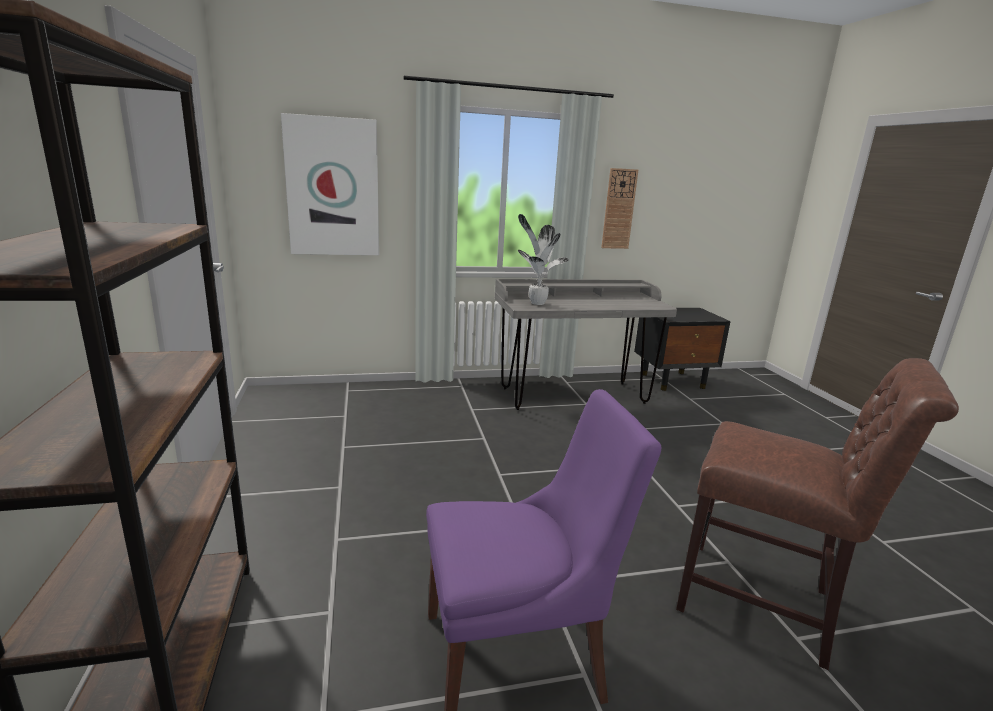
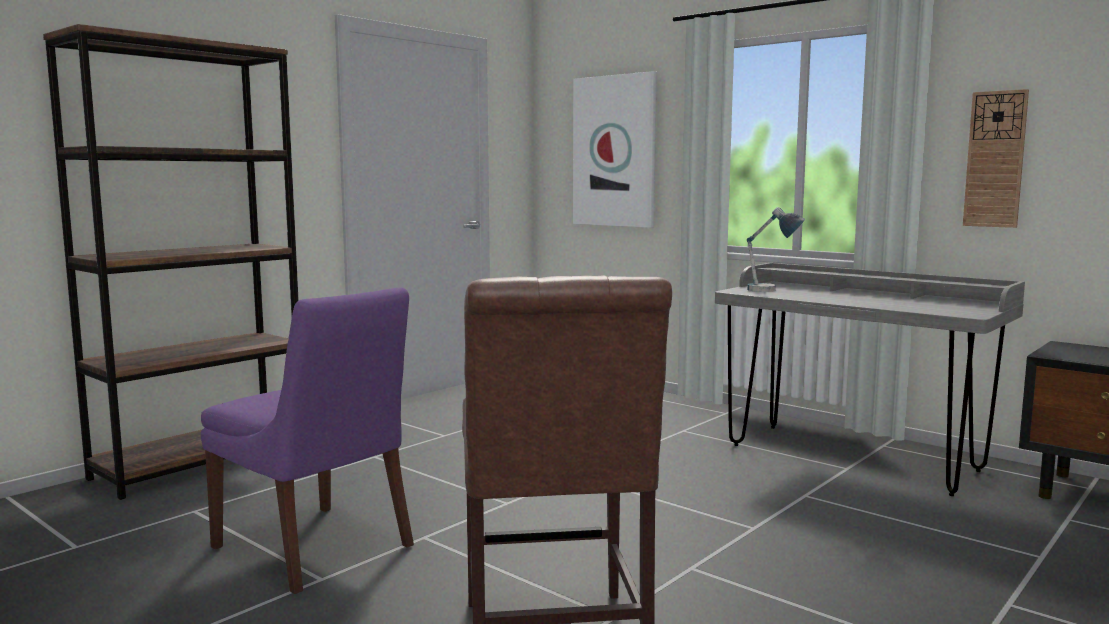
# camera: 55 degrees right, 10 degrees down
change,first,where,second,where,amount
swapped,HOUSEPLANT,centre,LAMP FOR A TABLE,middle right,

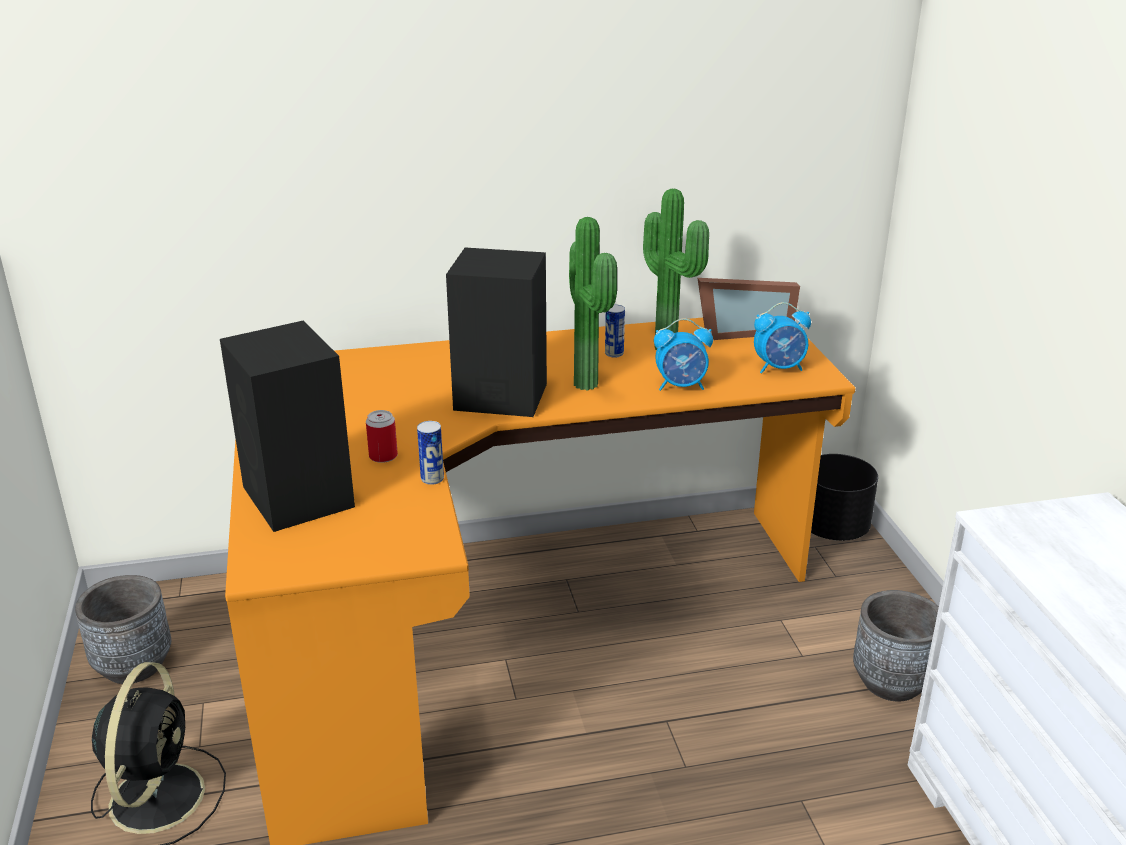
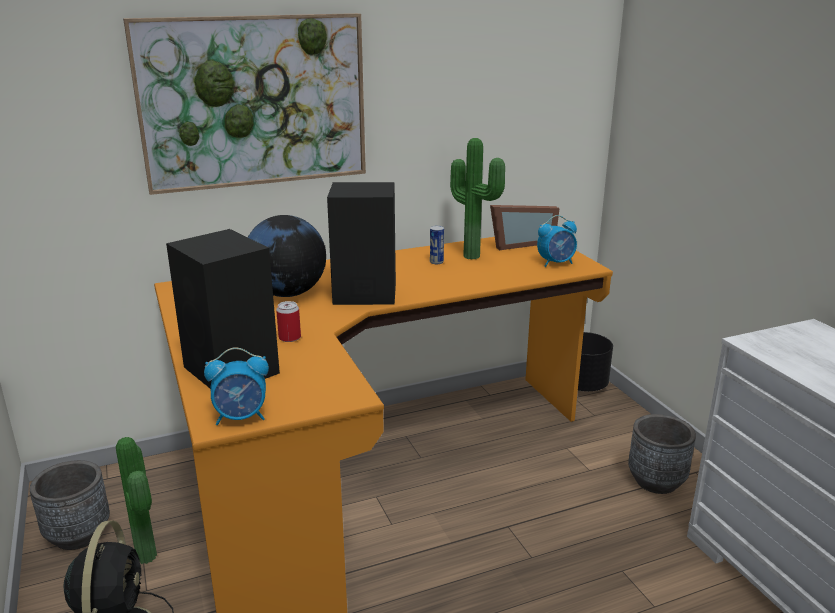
# camera: 10 degrees left, 5 degrees down
change,first,where,second,where,amount
shifted,HOUSEPLANT (no. 1 from left),centre,,bottom left,
shifted,ALARM CLOCK (no. 1 from left),centre,,middle left,
gone,CAN (no. 2 from left),centre,,,
new,,,WALL PICTURE,top left,
new,,,DESK GLOBE,centre,

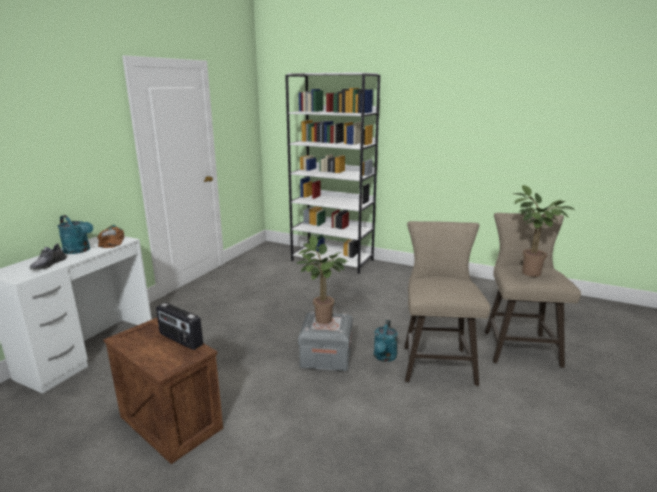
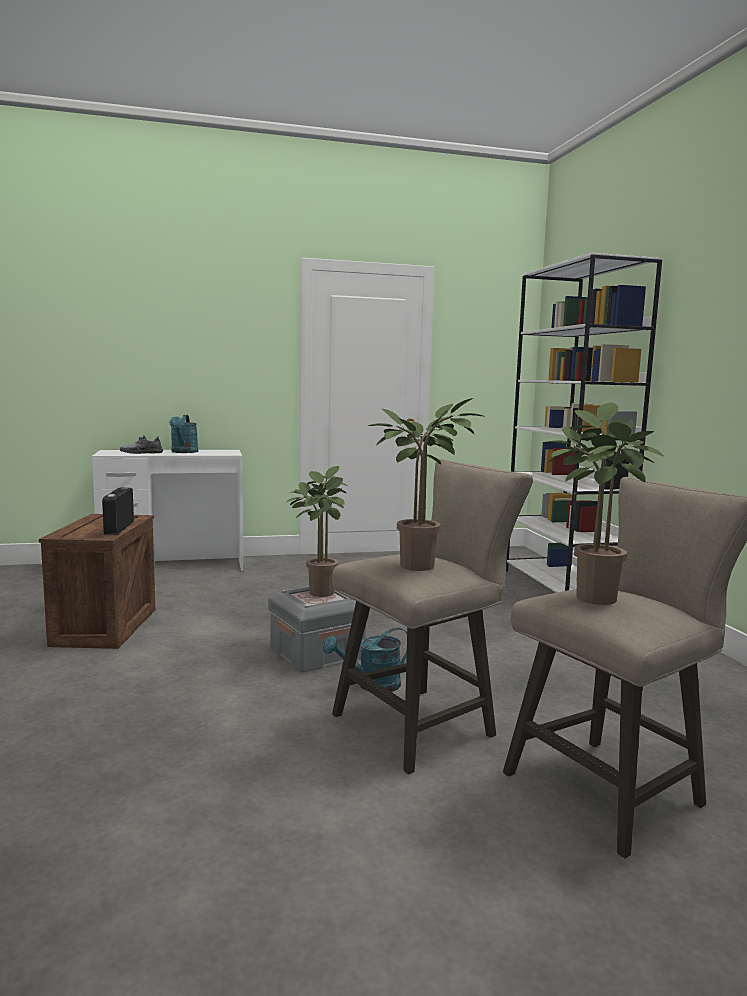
# camera: 50 degrees right, 10 degrees down
change,first,where,second,where,amount
gone,BROWN-COLOURED BASEBALL CAP,middle left,,,
new,,,HOUSEPLANT (no. 2 from left),centre,

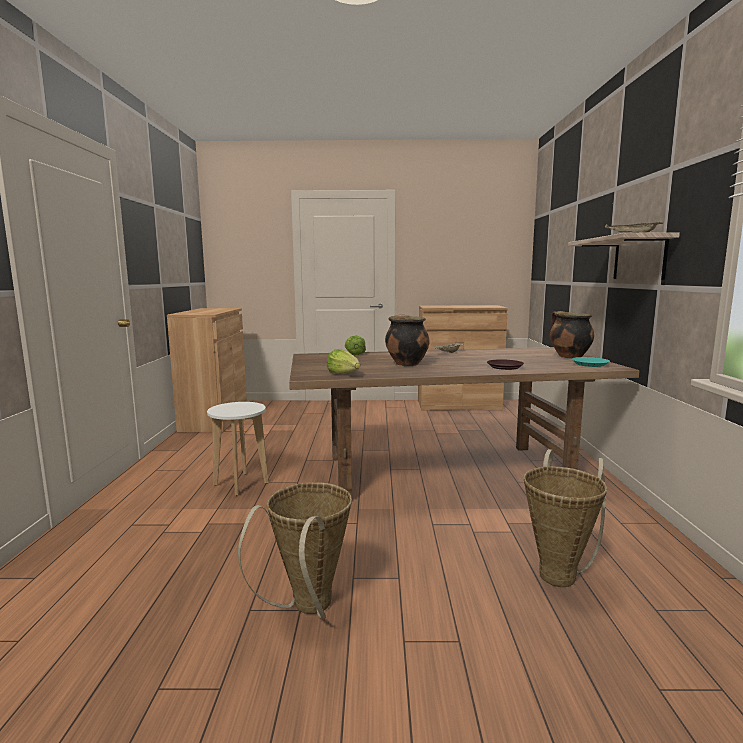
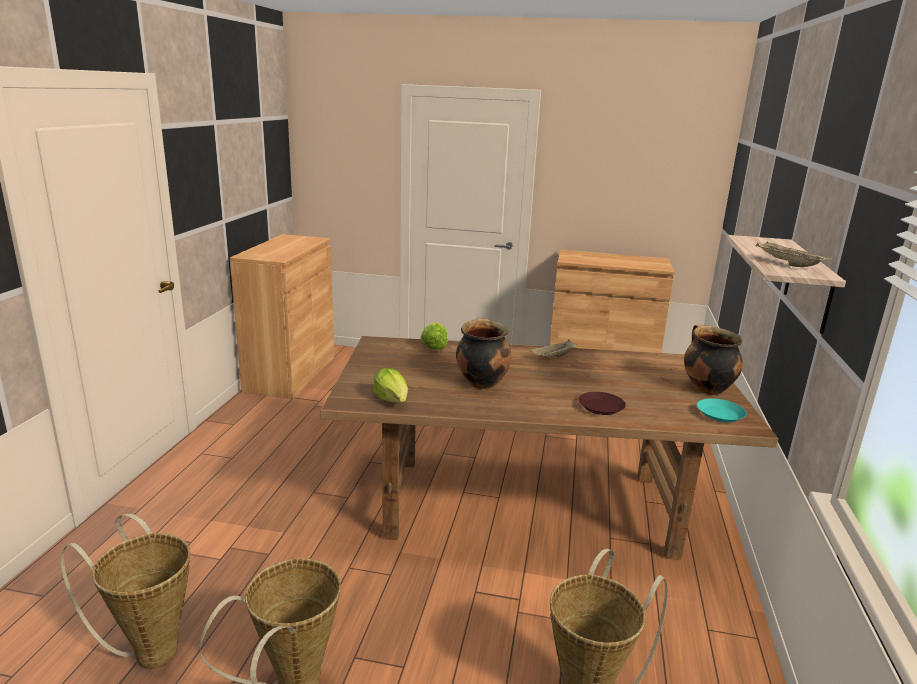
# camera: 10 degrees right, 10 degrees up
change,first,where,second,where,amount
gone,WHITE-COLOURED STOOL SEAT,middle left,,,
new,,,STORAGE BASKET (no. 1 from left),bottom left,

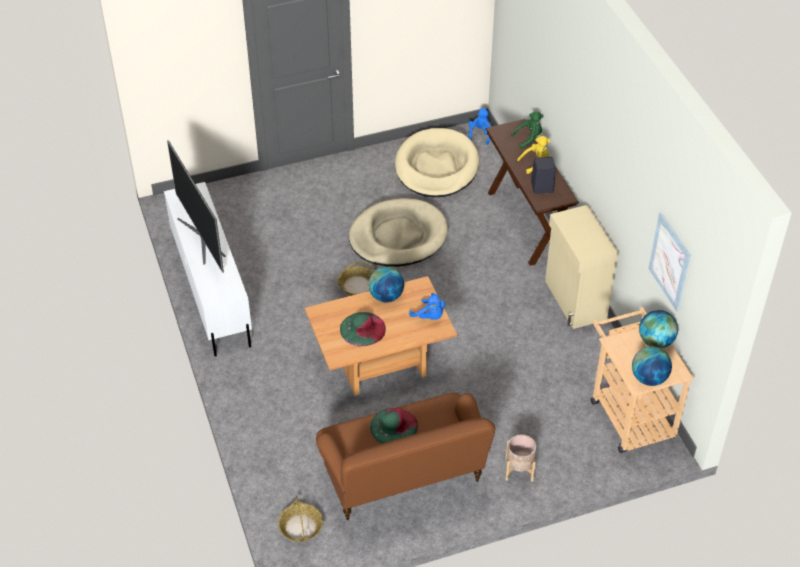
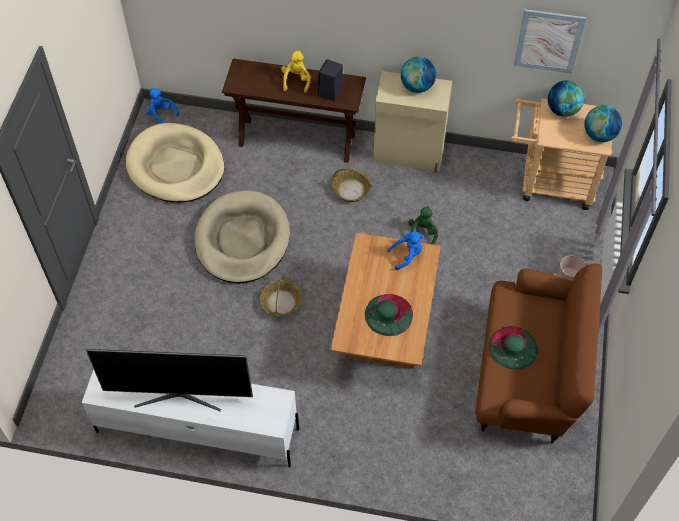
# camera: 60 degrees left, 10 degrees up
change,first,where,second,where,amount
shifted,GREEN-COLOURED PLUSH TOY,top centre,,centre,
shifted,DESK GLOBE (no. 1 from left),centre,,top centre,
shifted,STORAGE BASKET (no. 1 from left in the first image),bottom centre,STORAGE BASKET (no. 2 from left),centre,

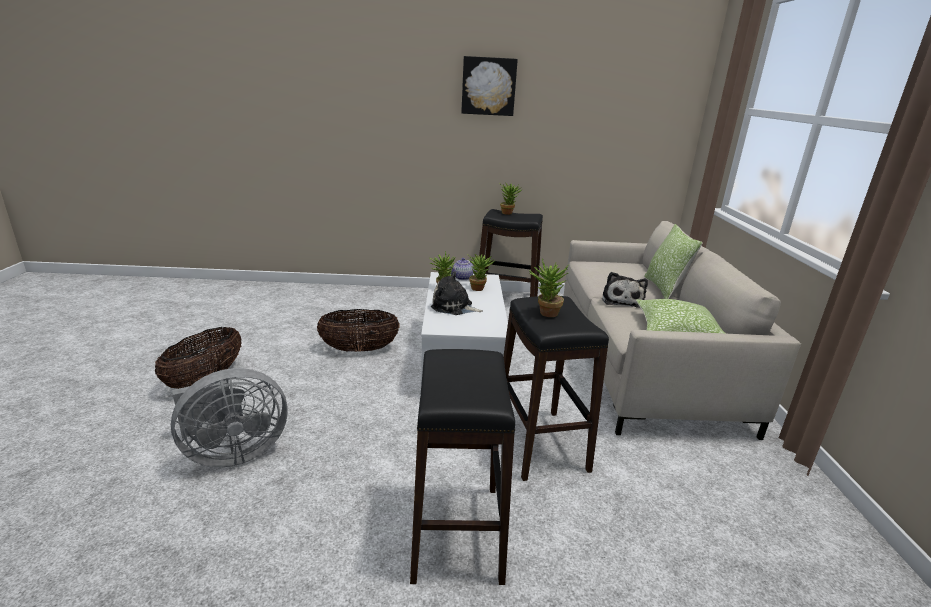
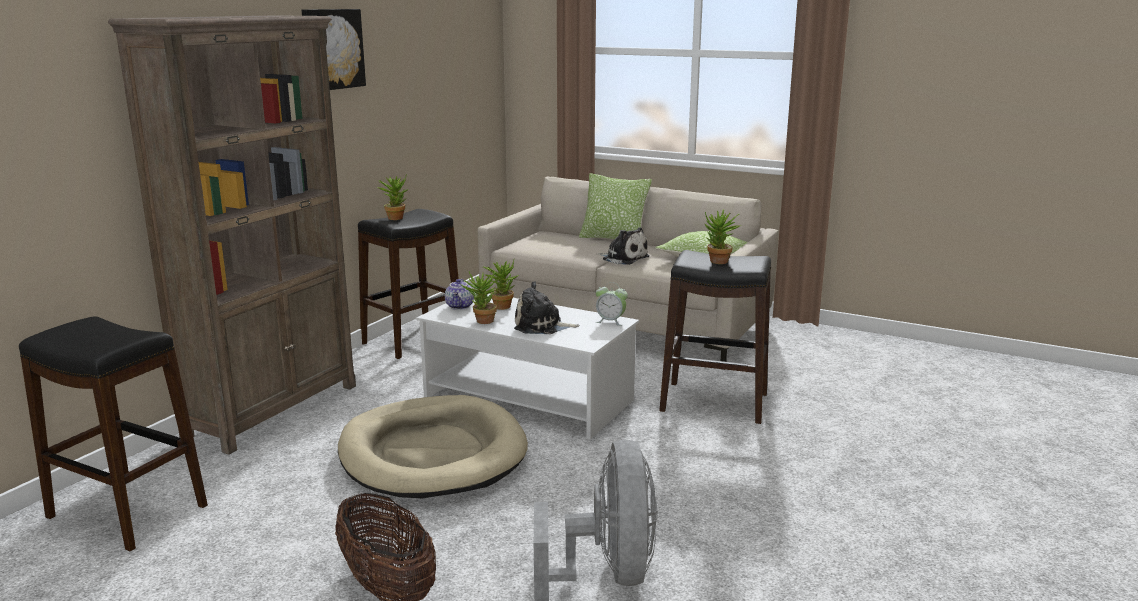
# camera: 60 degrees left, 5 degrees down
change,first,where,second,where,amount
rotated,PLUSH TOY (no. 1 from left),centre,,centre,45 degrees clockwise
swapped,STORAGE BASKET (no. 2 from left),centre,SAND-COLOURED PET BED,bottom centre,
shifted,BLACK STOOL SEAT (no. 1 from left),bottom centre,,bottom left,
new,,,BROWN-COLOURED BOOKCASE,middle left,
new,,,ALARM CLOCK,centre,

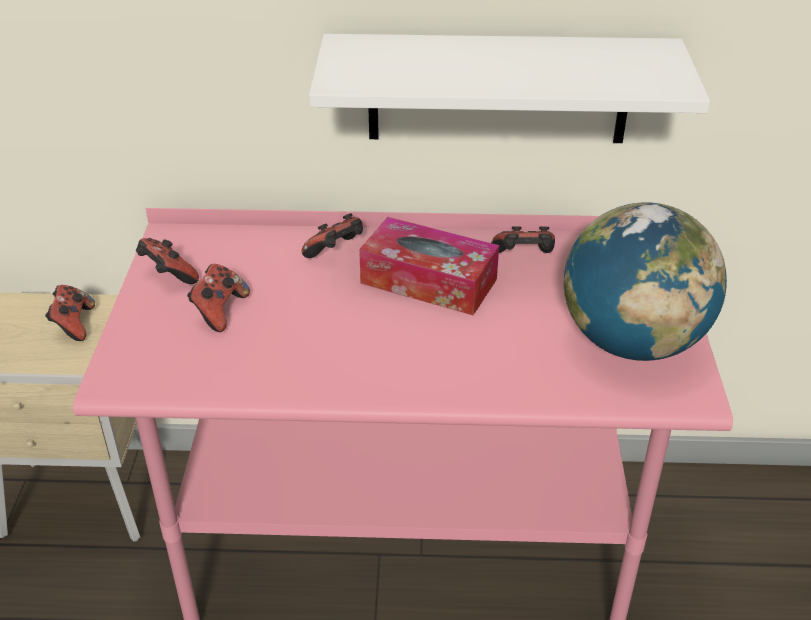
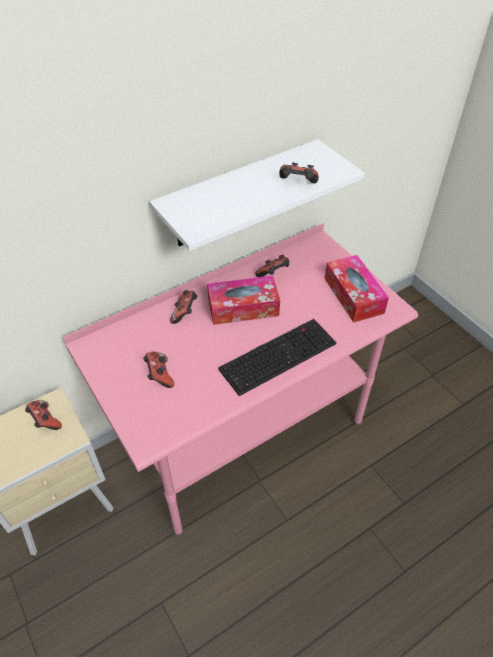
# camera: 35 degrees left, 10 degrees up
change,first,where,second,where,amount
swapped,DESK GLOBE,middle right,TISSUE BOX (no. 2 from left),middle right,
shifted,JOYPAD (no. 2 from left in the first image),middle left,JOYPAD (no. 5 from left),top centre,
new,,,KEYBOARD,centre,

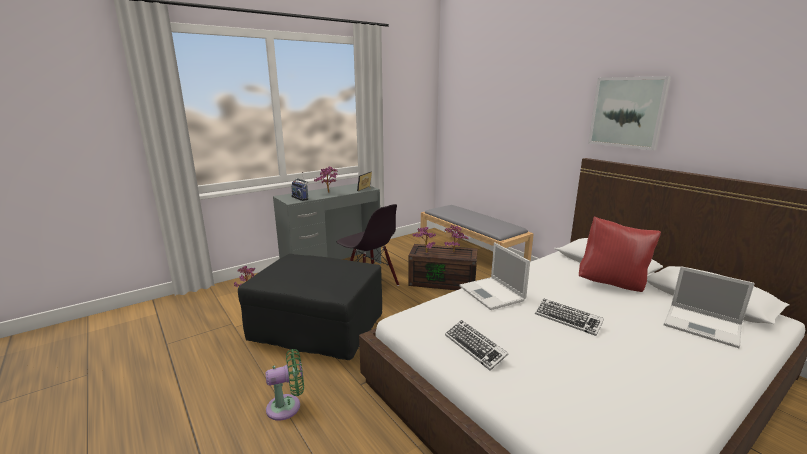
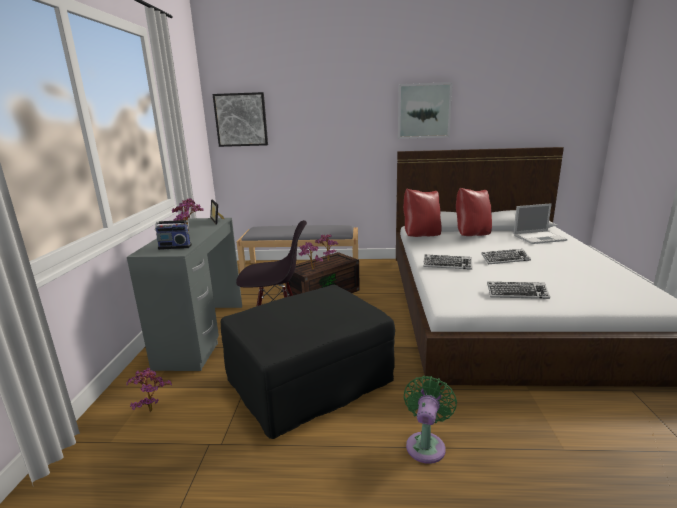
# camera: 50 degrees left, 0 degrees up
change,first,where,second,where,amount
swapped,LAPTOP (no. 1 from left),centre,KEYBOARD (no. 1 from left),centre,
new,,,WALL PICTURE (no. 1 from left),top centre,
new,,,RED-COLOURED PILLOW (no. 1 from left),centre,

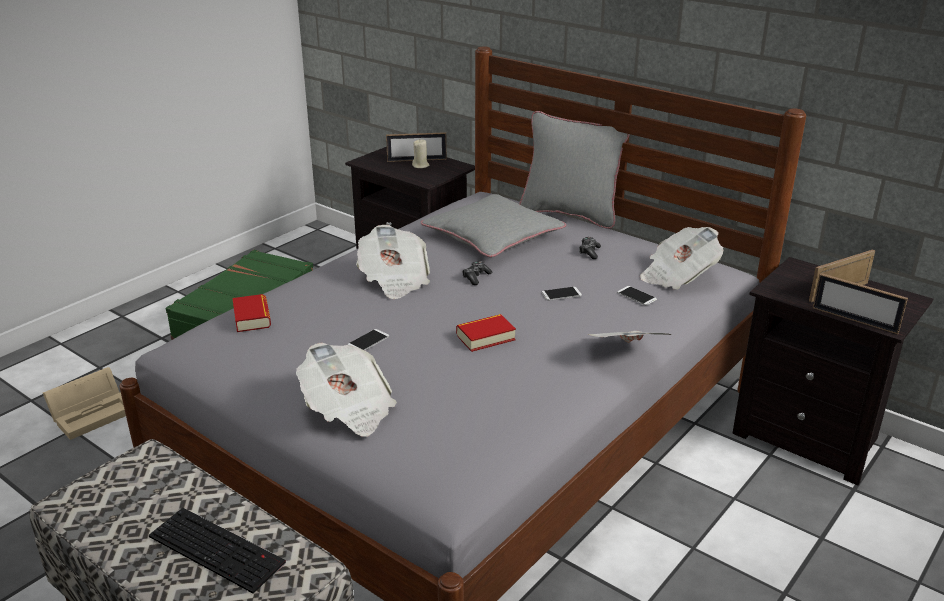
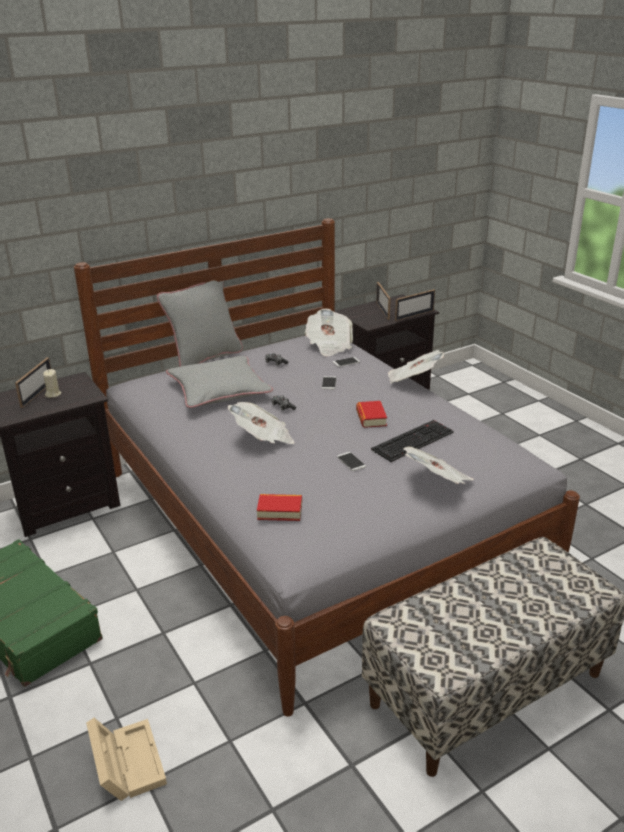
# camera: 70 degrees left, 0 degrees up
change,first,where,second,where,amount
shifted,KEYBOARD,bottom left,,centre,

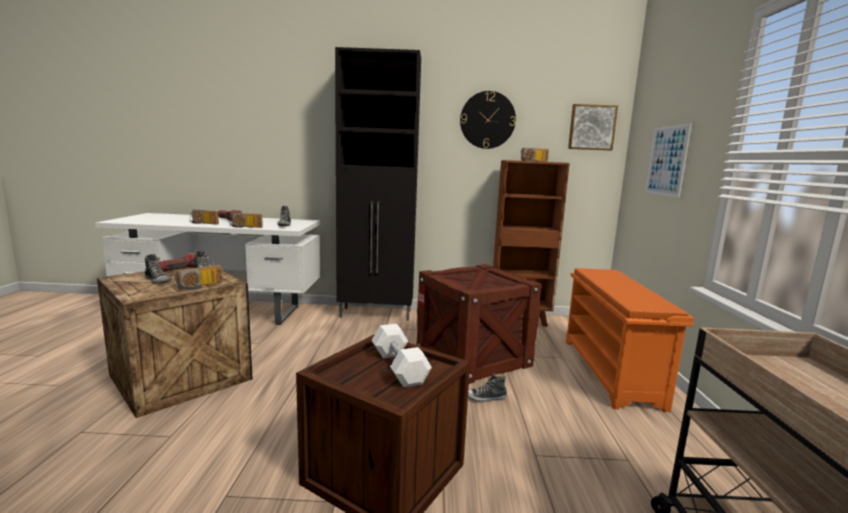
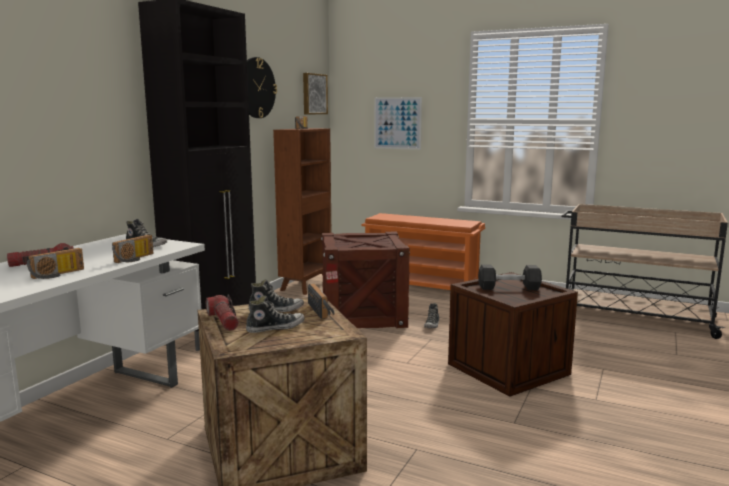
# camera: 65 degrees left, 0 degrees up
change,first,where,second,where,amount
repainted,WHITE-COLOURED DUMBBELL,bottom centre,BLACK DUMBBELL,middle right,

